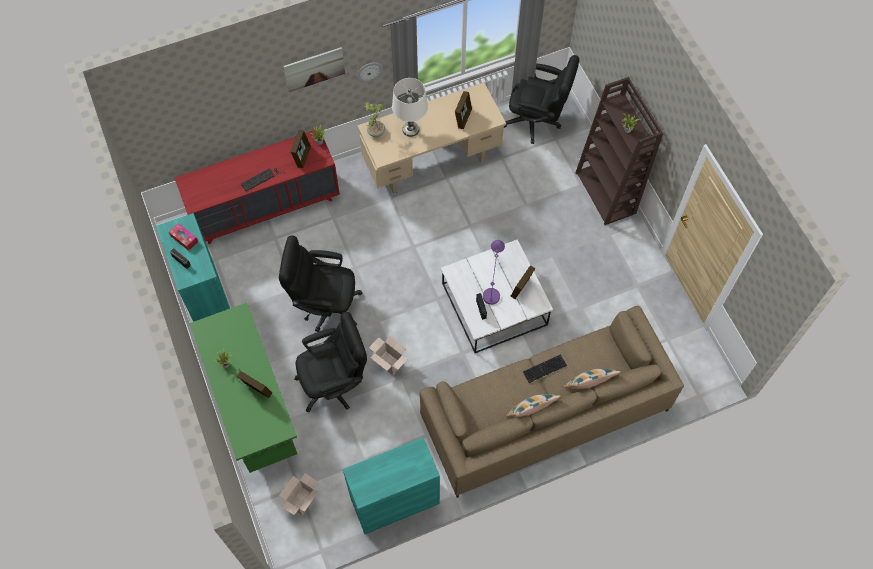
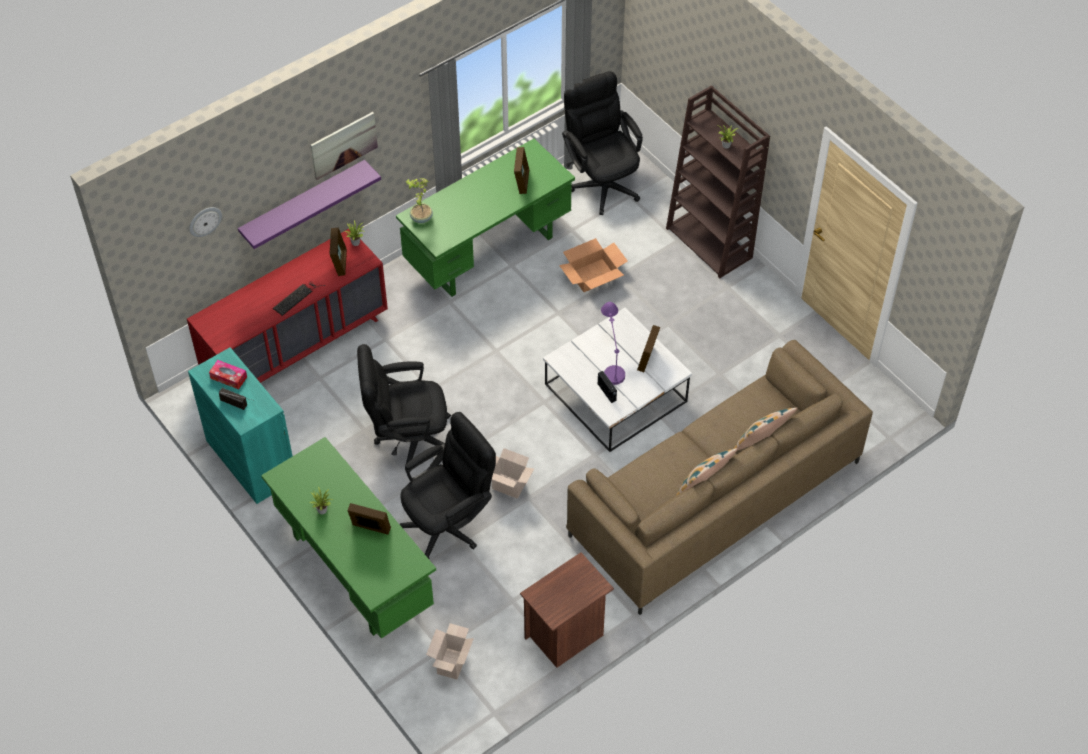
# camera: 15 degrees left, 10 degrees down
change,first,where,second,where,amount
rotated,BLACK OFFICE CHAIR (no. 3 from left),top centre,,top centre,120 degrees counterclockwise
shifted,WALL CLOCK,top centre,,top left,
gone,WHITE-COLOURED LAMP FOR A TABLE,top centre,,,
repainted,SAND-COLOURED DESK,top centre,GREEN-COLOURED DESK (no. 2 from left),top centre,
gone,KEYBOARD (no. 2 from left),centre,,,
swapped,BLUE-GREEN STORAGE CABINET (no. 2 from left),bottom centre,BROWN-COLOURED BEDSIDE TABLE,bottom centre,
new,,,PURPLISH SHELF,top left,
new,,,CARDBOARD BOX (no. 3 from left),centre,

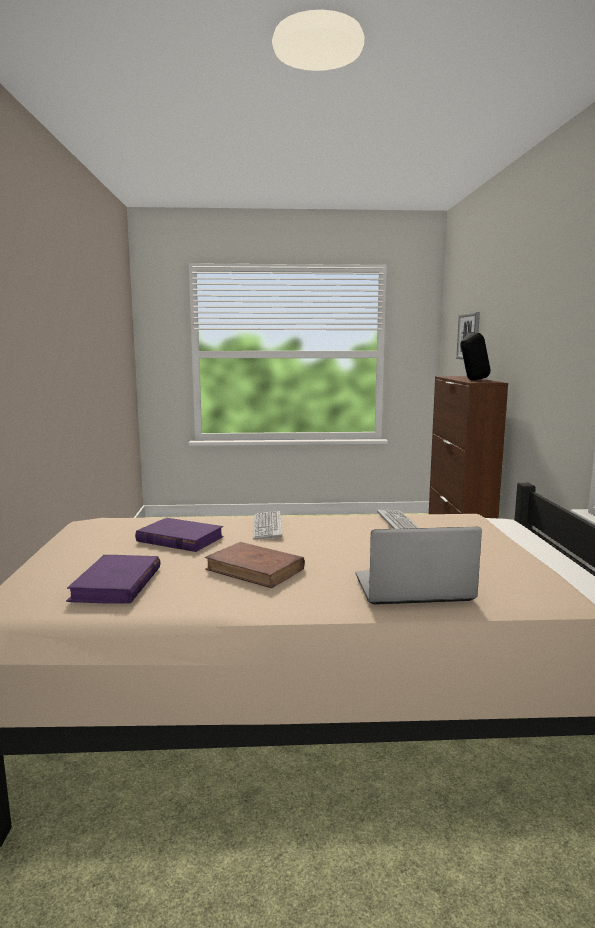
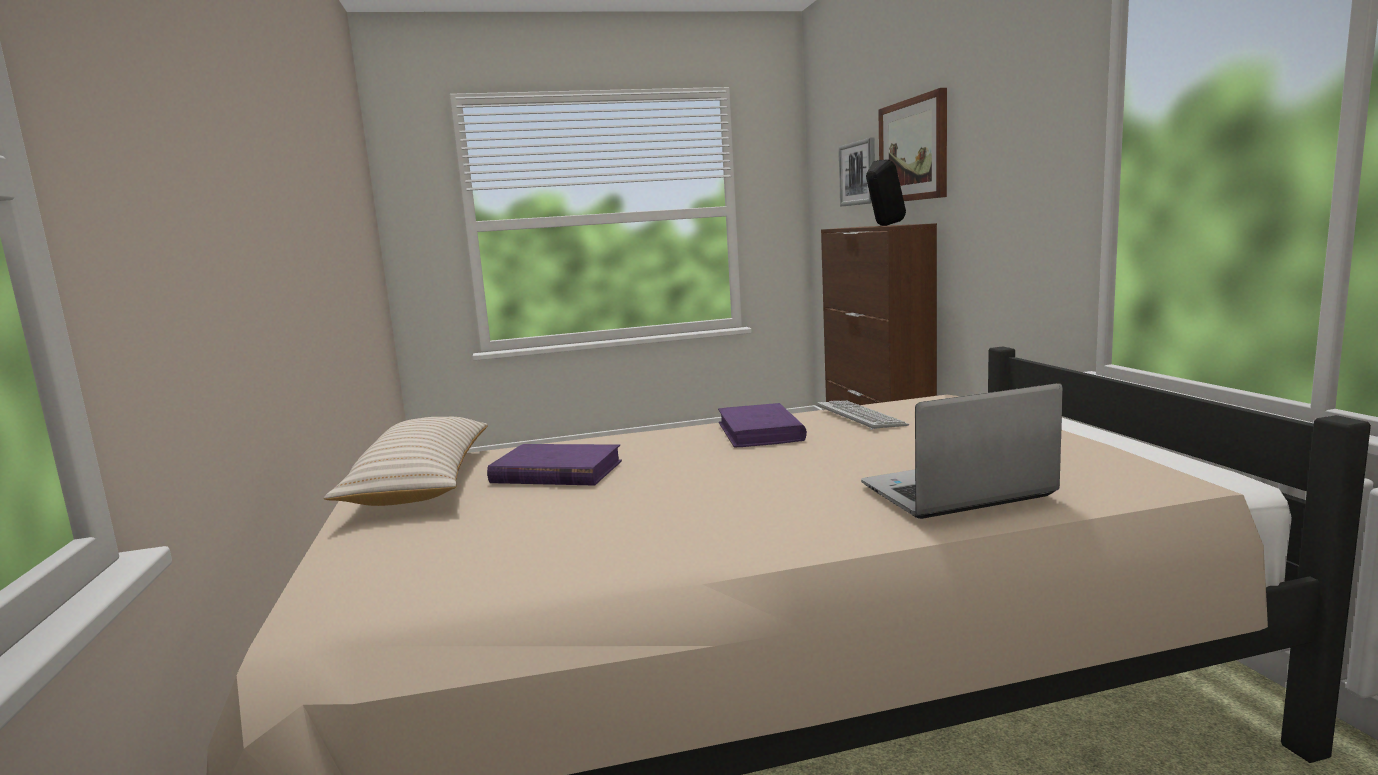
# camera: 10 degrees left, 0 degrees up
change,first,where,second,where,amount
gone,KEYBOARD (no. 1 from left),centre,,,
gone,BROWN-COLOURED BOUND BOOK,centre,,,
shifted,PURPLISH BOUND BOOK (no. 1 from left in the first image),middle left,PURPLISH BOUND BOOK (no. 2 from left),centre,
new,,,WALL PICTURE (no. 2 from left),top centre,
new,,,SAND-COLOURED PILLOW,middle left,

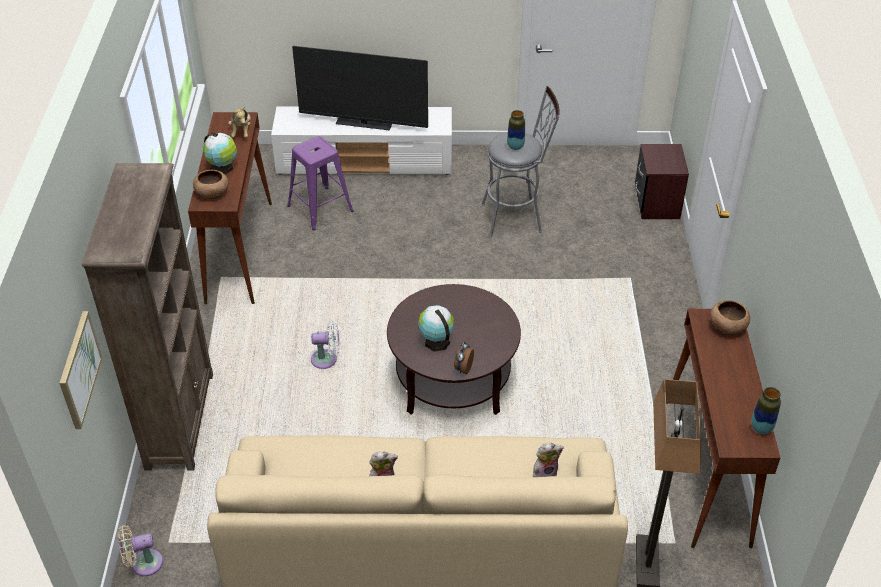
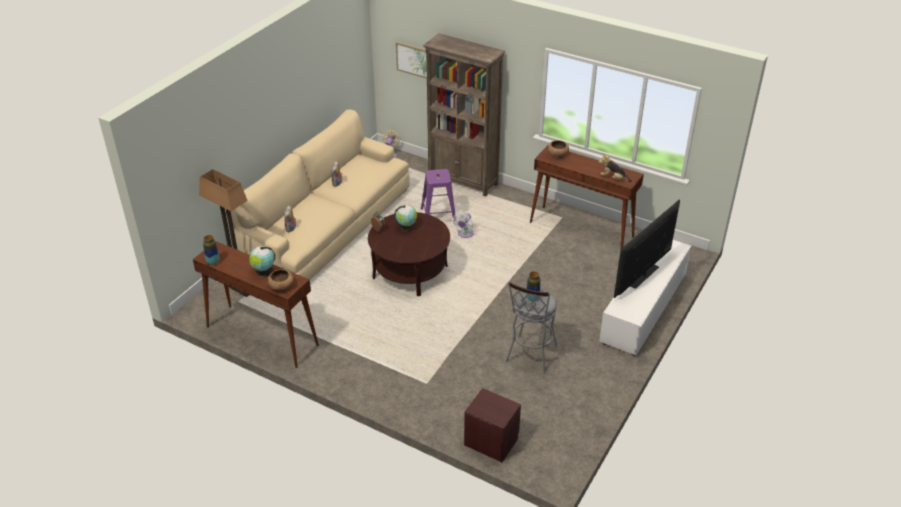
# camera: 120 degrees right, 5 degrees down
change,first,where,second,where,amount
shifted,DESK GLOBE (no. 1 from left),top left,,middle left,
shifted,PURPLISH STOOL SEAT,top centre,,centre,

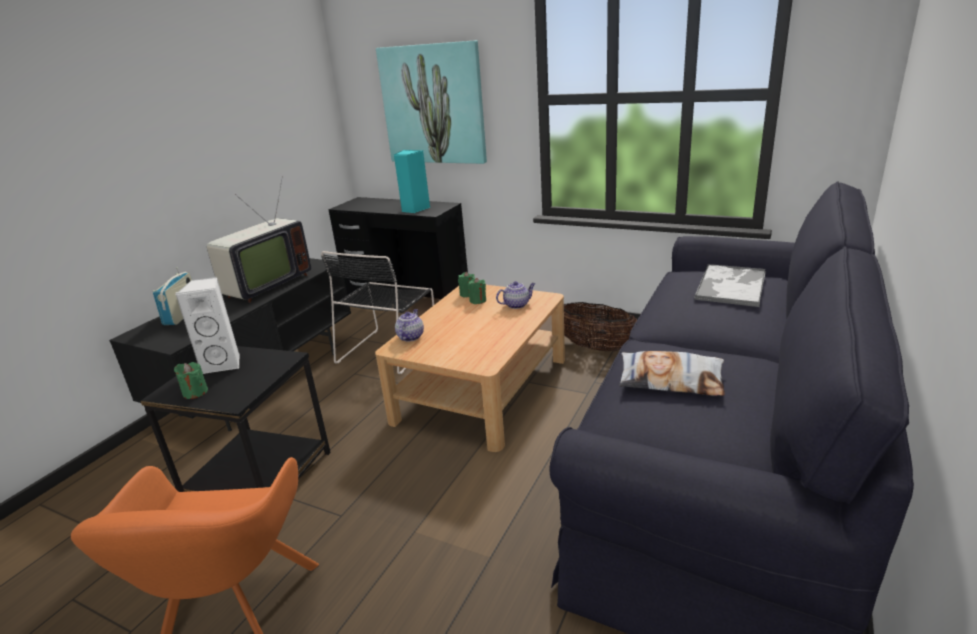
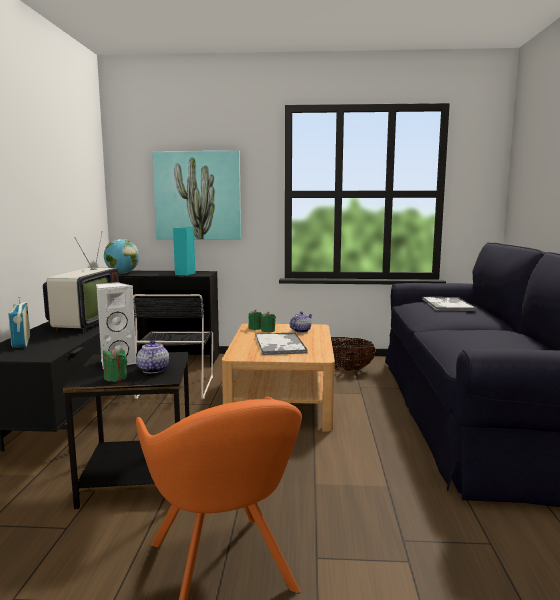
# camera: 25 degrees left, 15 degrees down
change,first,where,second,where,amount
shifted,TEAPOT (no. 1 from left),centre,,middle left,
gone,PILLOW,middle right,,,
new,,,DESK GLOBE,middle left,
new,,,SERVING TRAY (no. 1 from left),centre,

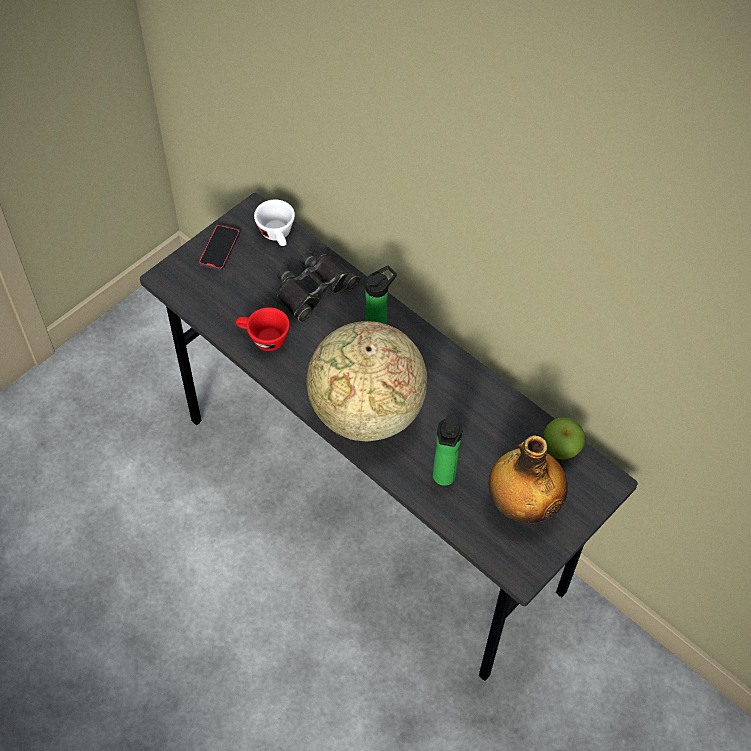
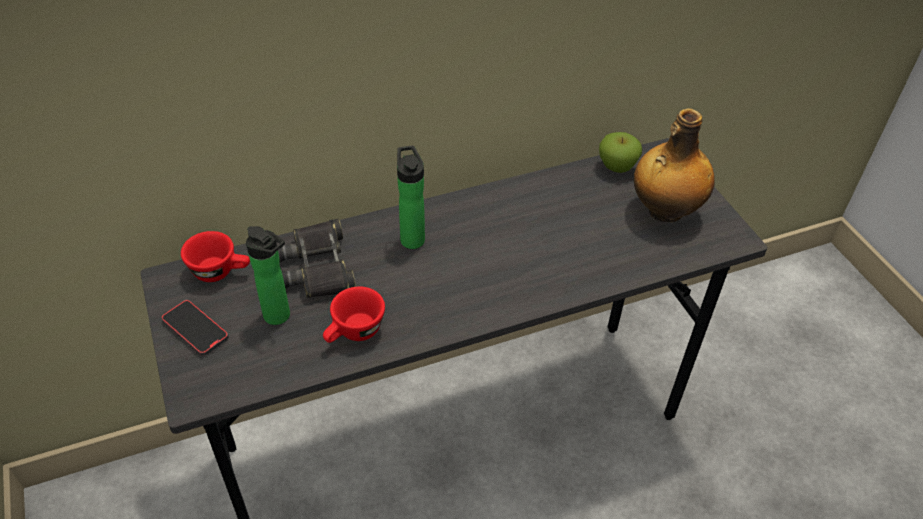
# camera: 65 degrees left, 10 degrees down
change,first,where,second,where,amount
repainted,WHITE-COLOURED DRINKING CUP,top centre,RED-COLOURED DRINKING CUP (no. 1 from left),middle left,
gone,DESK GLOBE,centre,,,
shifted,BEVERAGE BOTTLE (no. 2 from left in the first image),centre,BEVERAGE BOTTLE (no. 1 from left),middle left,

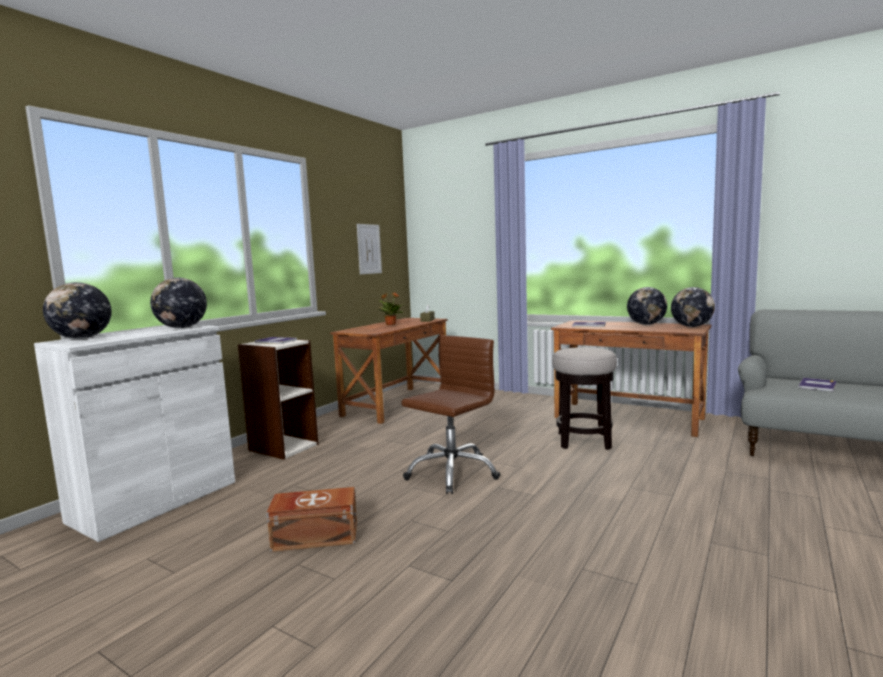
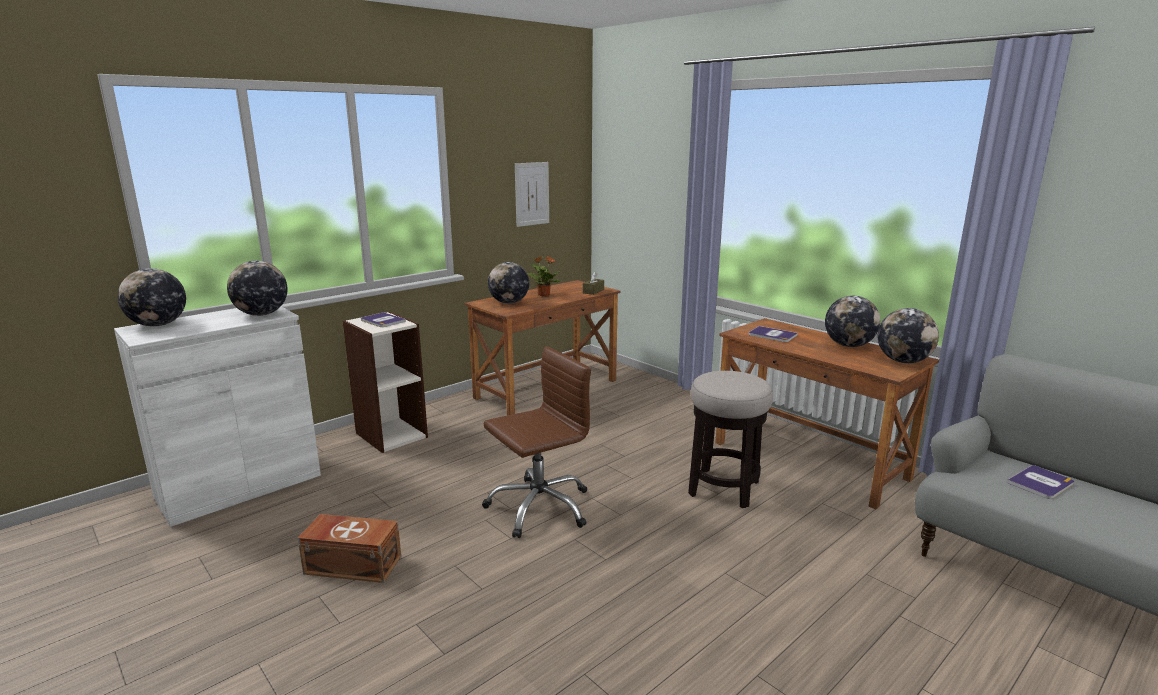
# camera: 15 degrees right, 10 degrees up
change,first,where,second,where,amount
new,,,DESK GLOBE (no. 3 from left),centre,

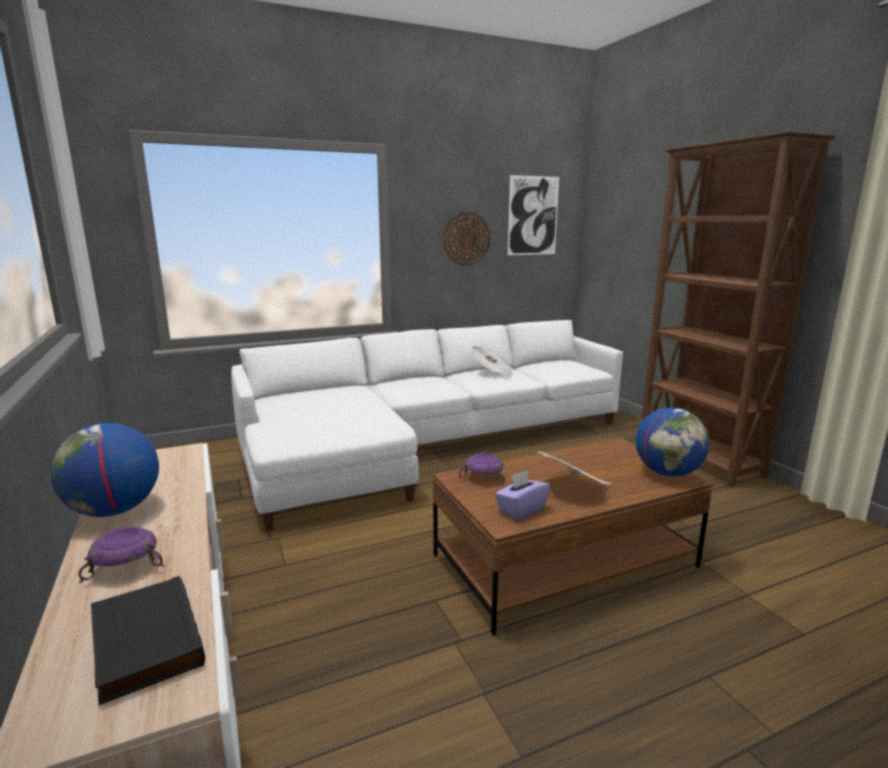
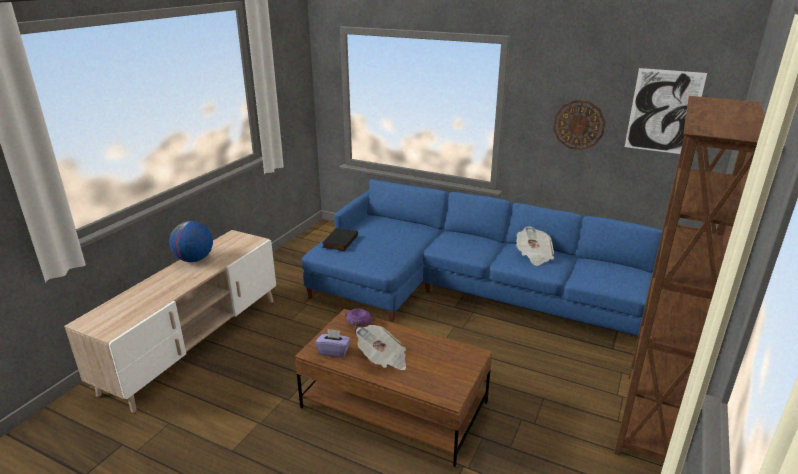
# camera: 50 degrees right, 10 degrees up
change,first,where,second,where,amount
repainted,WHITE-COLOURED SOFA,centre,BLUE-COLOURED SOFA,centre,
gone,DESK GLOBE (no. 2 from left),middle right,,,
gone,PURPLISH DEEP DISH (no. 1 from left),bottom left,,,
shifted,BLACK BOUND BOOK,bottom left,,centre,

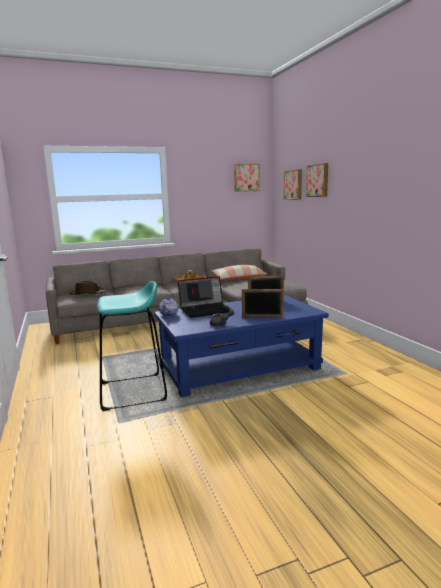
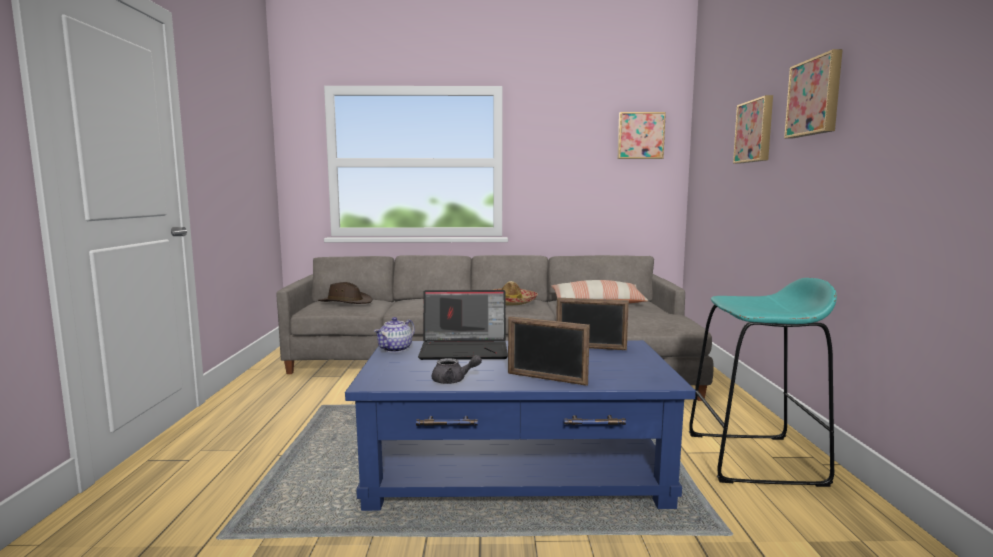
# camera: 20 degrees right, 5 degrees down
change,first,where,second,where,amount
shifted,WALL PICTURE (no. 2 from left in the first image),top centre,WALL PICTURE (no. 3 from left),top right,
shifted,BLUE-GREEN STOOL SEAT,middle left,,bottom right,

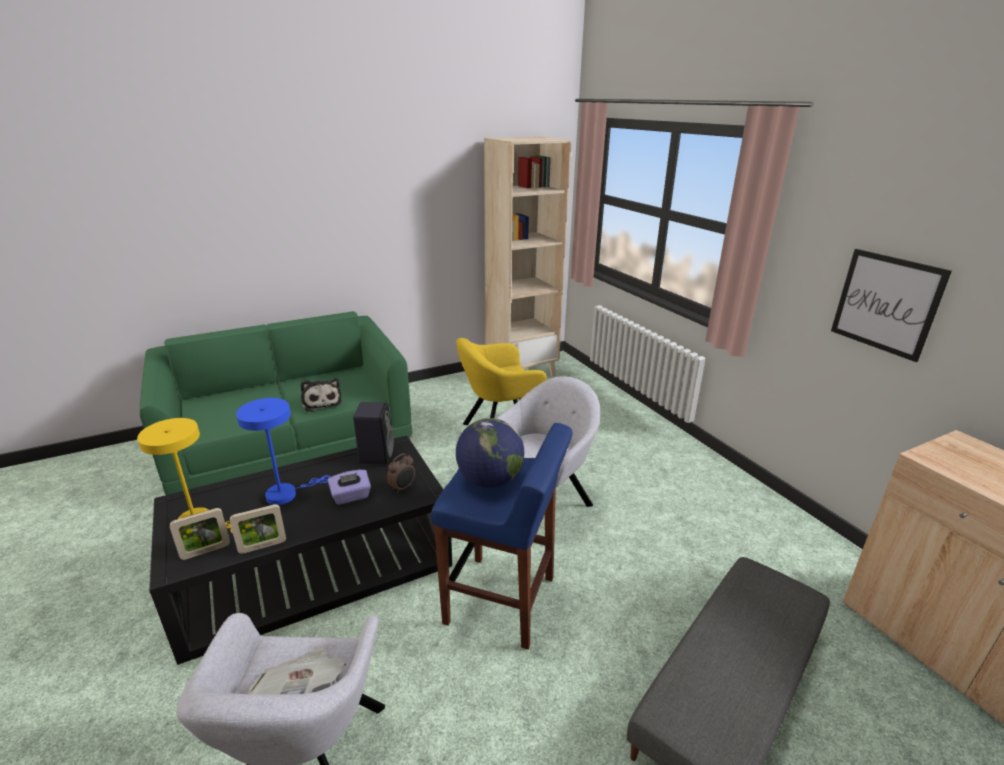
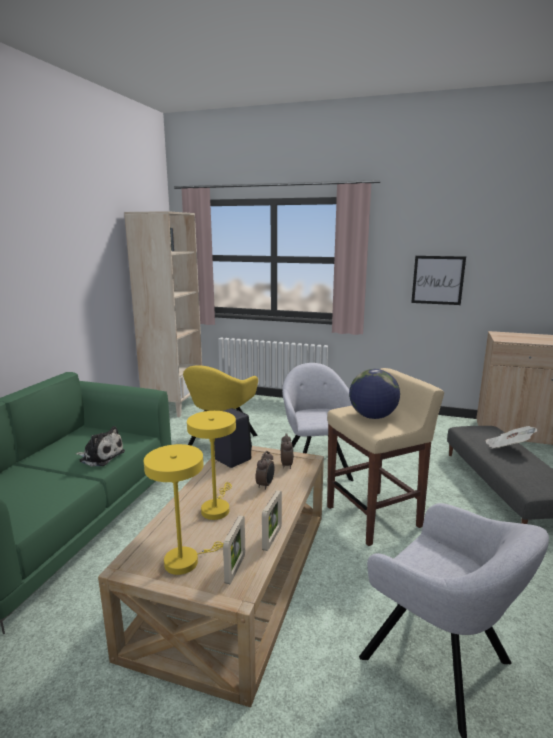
# camera: 45 degrees left, 10 degrees down
change,first,where,second,where,amount
repainted,BLUE-COLOURED LAMP FOR A TABLE,middle left,YELLOW-COLOURED LAMP FOR A TABLE (no. 2 from left),centre,
repainted,BLUE-COLOURED STOOL SEAT,bottom centre,SAND-COLOURED STOOL SEAT,middle right,
repainted,BLACK LOUNGE TABLE,bottom left,SAND-COLOURED LOUNGE TABLE,bottom centre,
swapped,PURPLISH TISSUE BOX,centre,ALARM CLOCK (no. 1 from left),centre,
shifted,DAILY PAPER,bottom left,,middle right,

